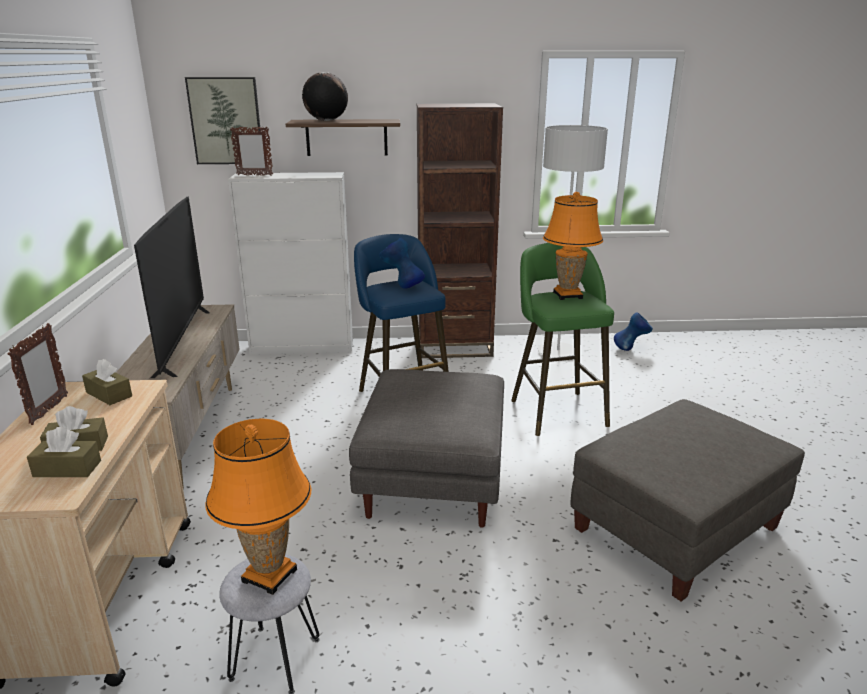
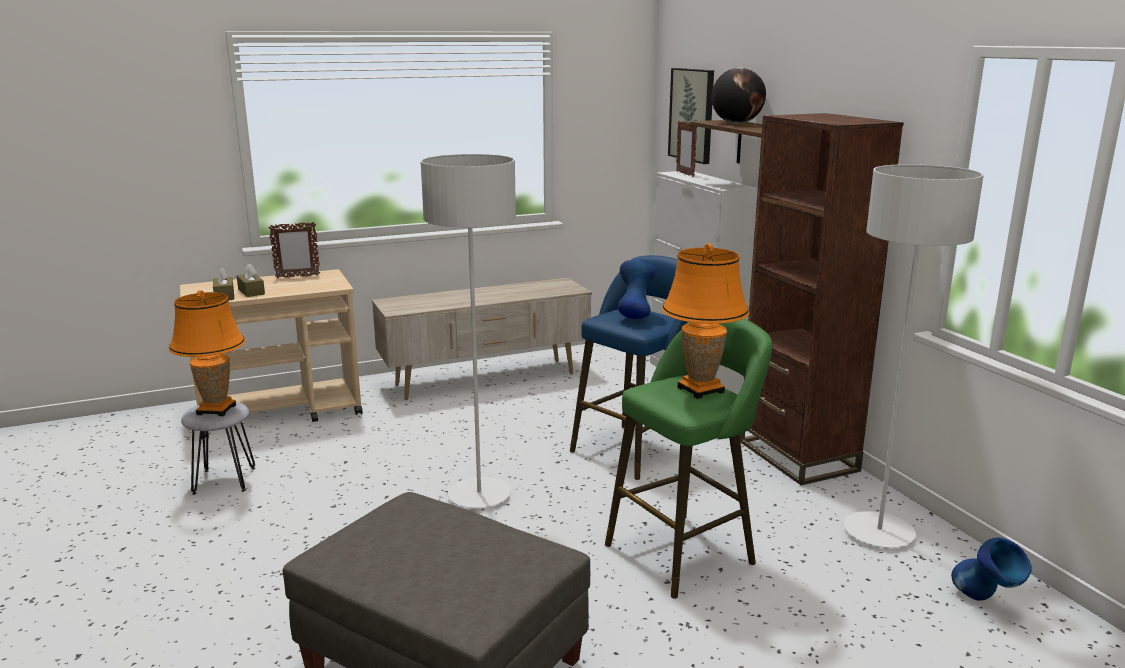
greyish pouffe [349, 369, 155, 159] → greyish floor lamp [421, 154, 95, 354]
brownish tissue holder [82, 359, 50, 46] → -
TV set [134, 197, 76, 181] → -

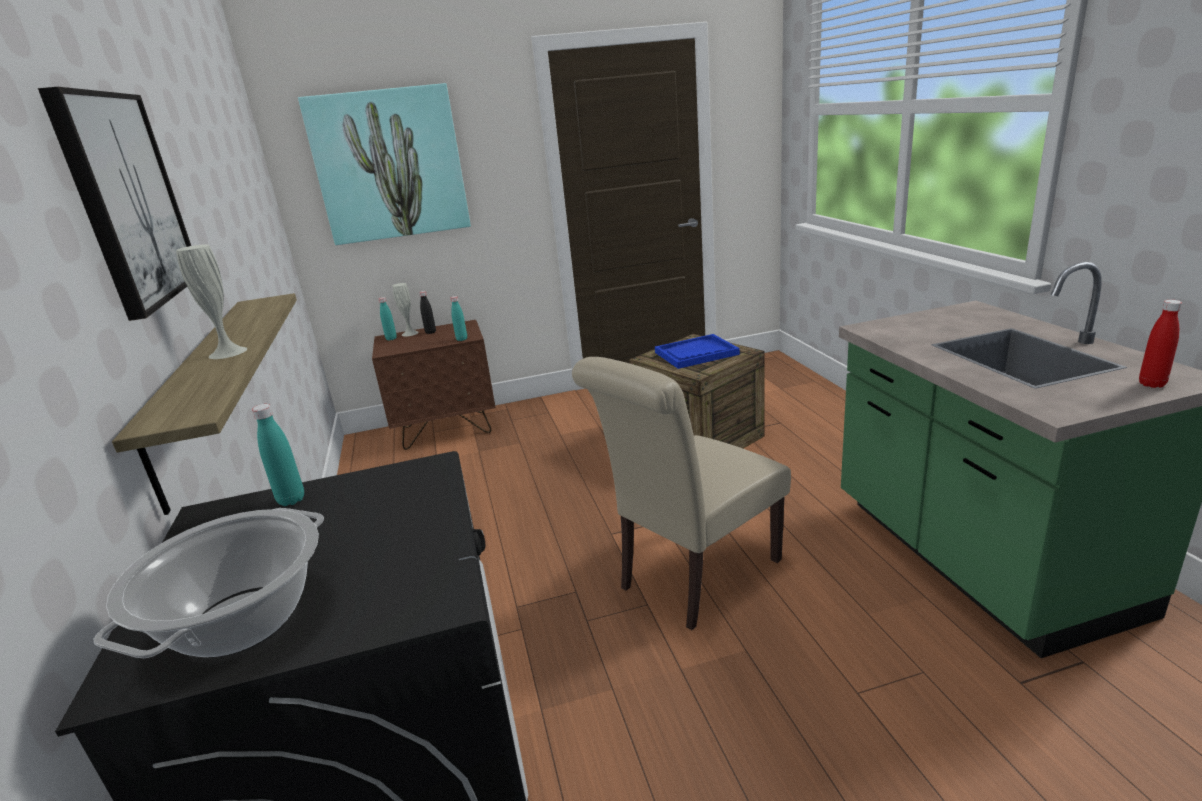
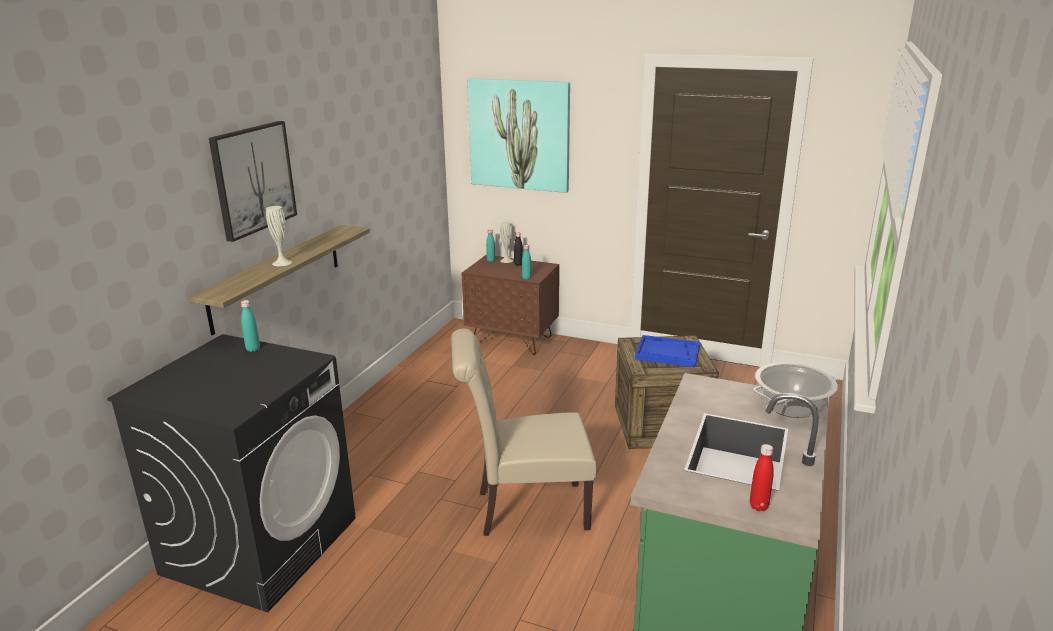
stockpot [94, 508, 230, 150] → stockpot [753, 362, 85, 56], shifted

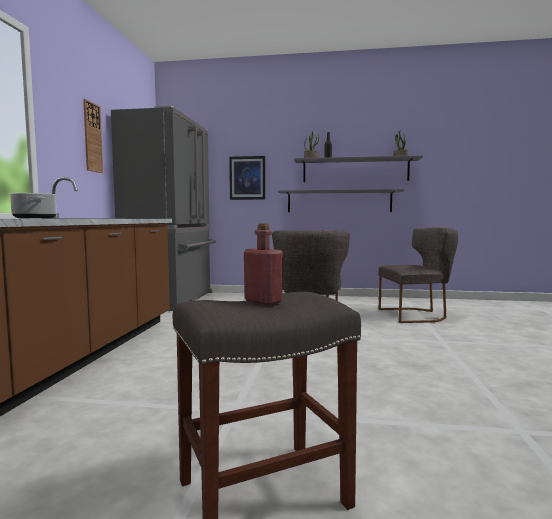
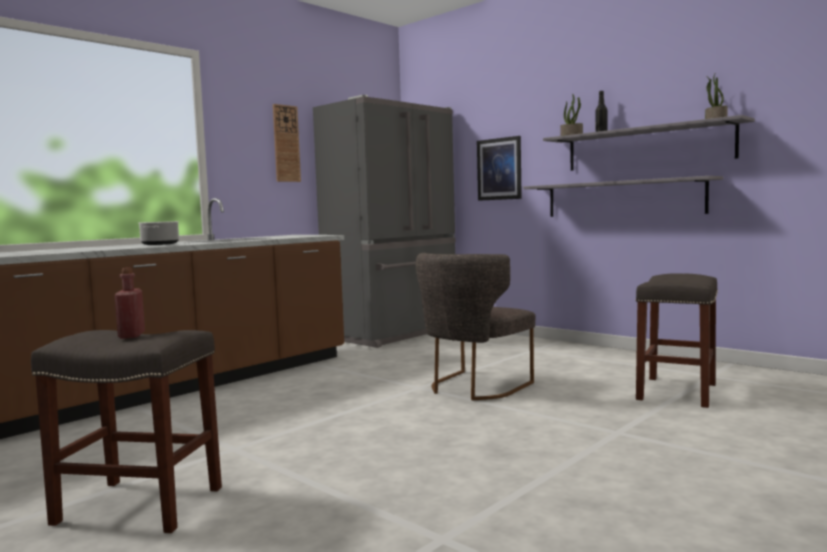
greyish upright chair [378, 228, 80, 95] → greyish sitting stool [635, 273, 83, 135]

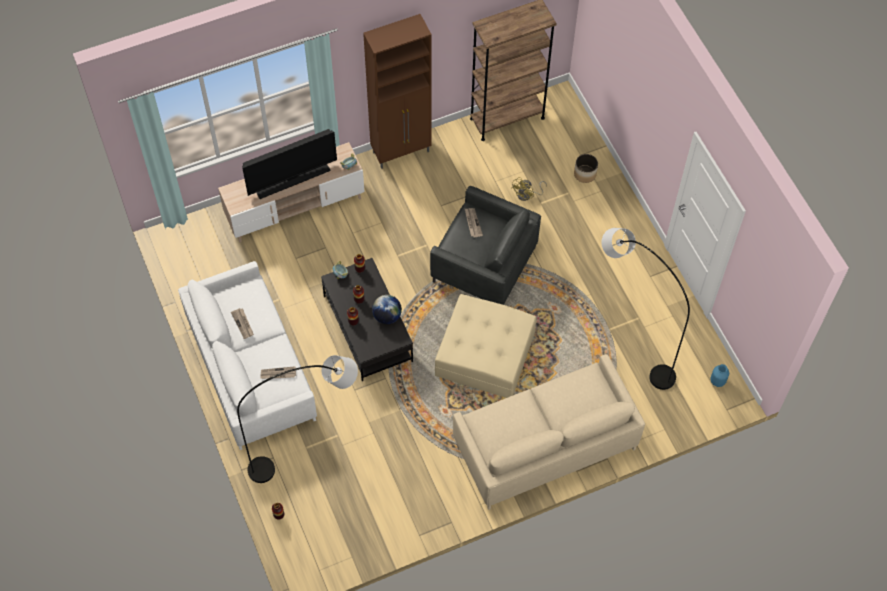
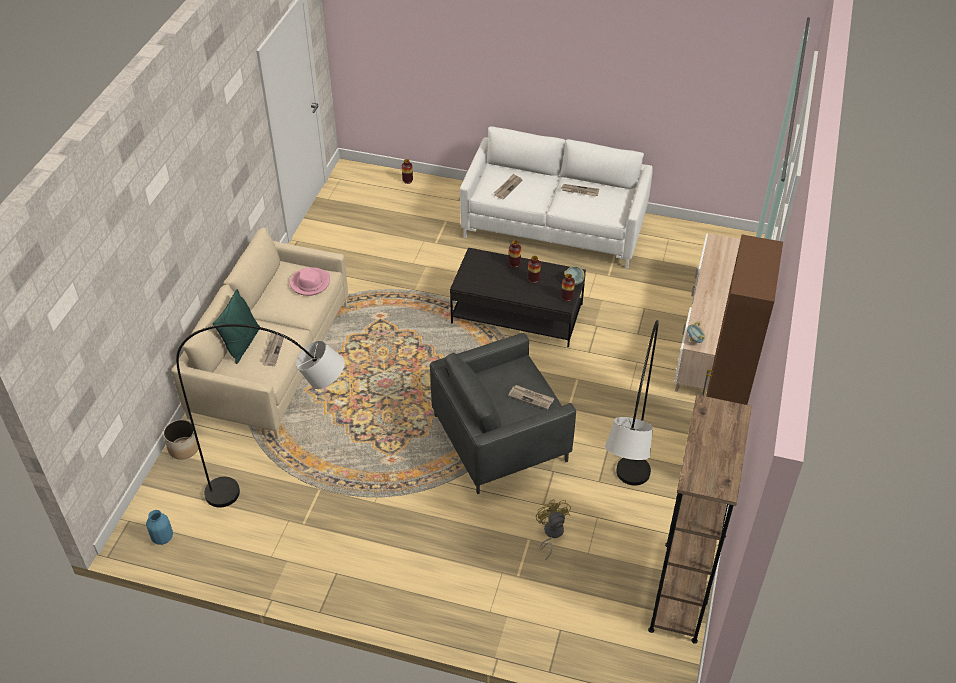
planter [574, 154, 24, 29] → planter [163, 420, 35, 39], shifted
- → greenish throw pillow [212, 289, 48, 75]
- → newspaper [261, 333, 23, 33]
- → pinkish hat [290, 267, 40, 29]
greyish floor lamp [237, 355, 121, 128] → greyish floor lamp [605, 320, 54, 166], shifted
TV set [242, 129, 95, 70] → -
desk globe [372, 295, 30, 29] → -
beige-coloured pouffe [435, 294, 102, 104] → -

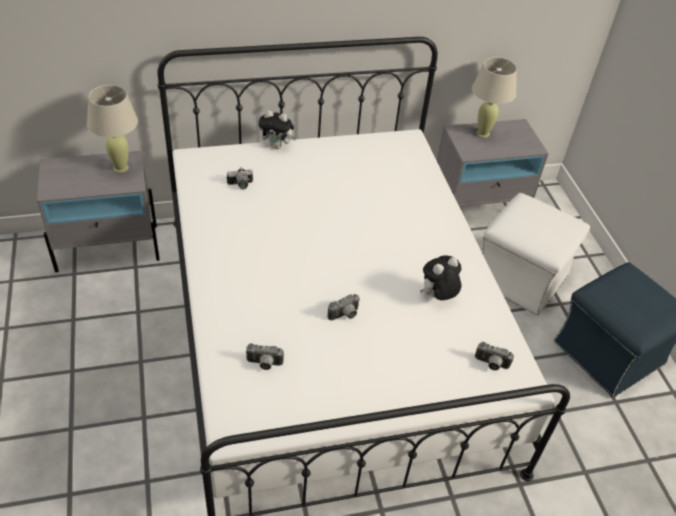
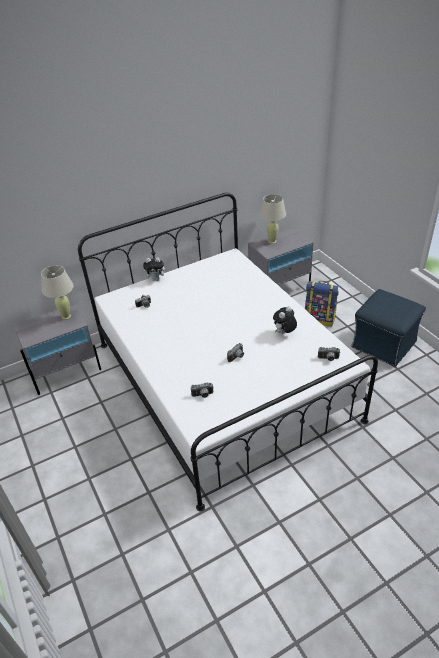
white-coloured pouffe [482, 193, 108, 123] → backpack [305, 281, 33, 45]

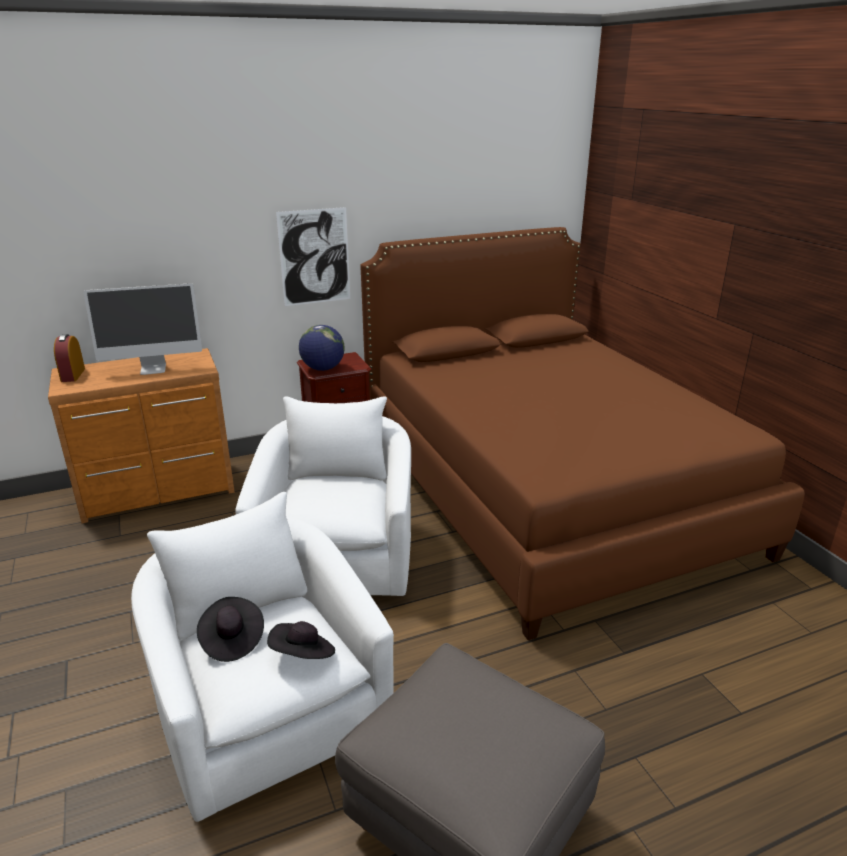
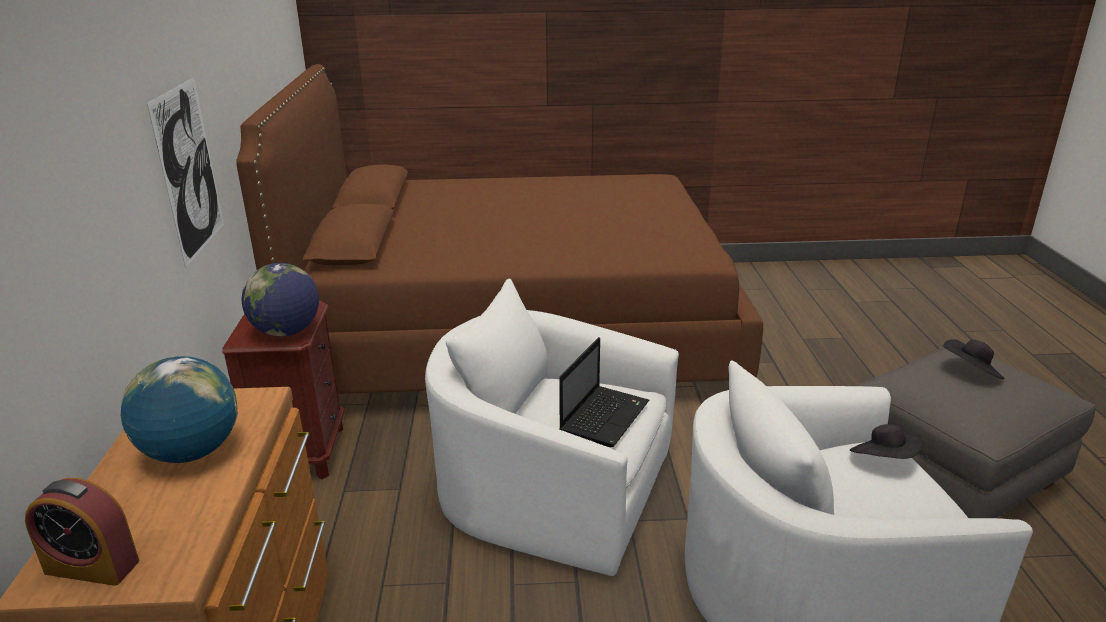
monitor [83, 283, 119, 92] → desk globe [121, 356, 117, 107]
- → notebook computer [559, 337, 90, 110]
blackish hat [197, 597, 67, 65] → blackish hat [943, 339, 62, 40], shifted

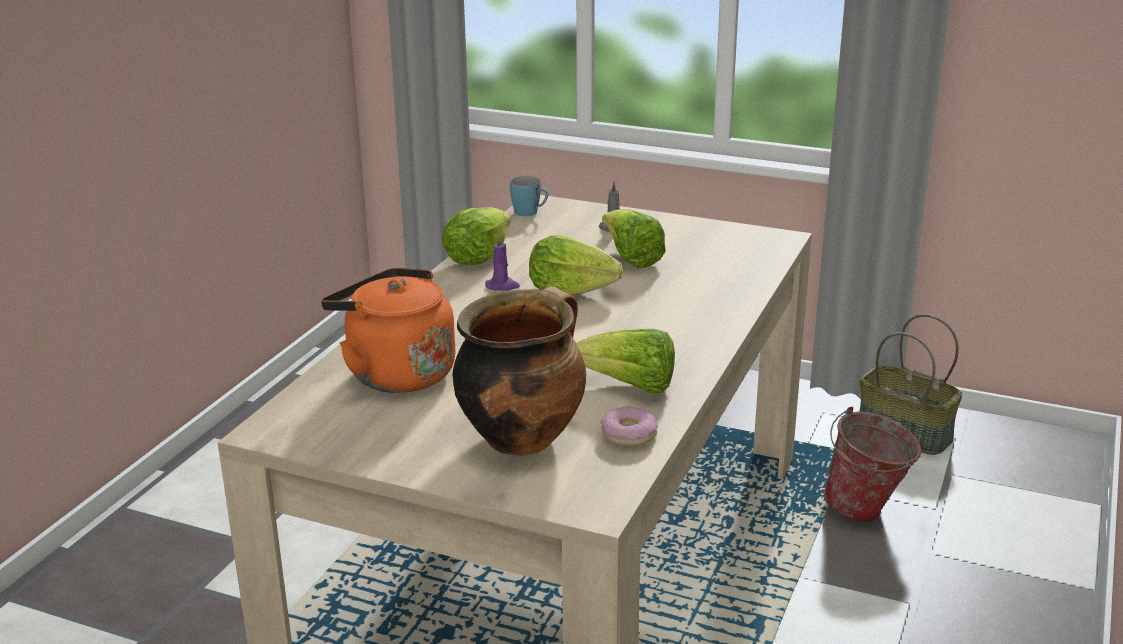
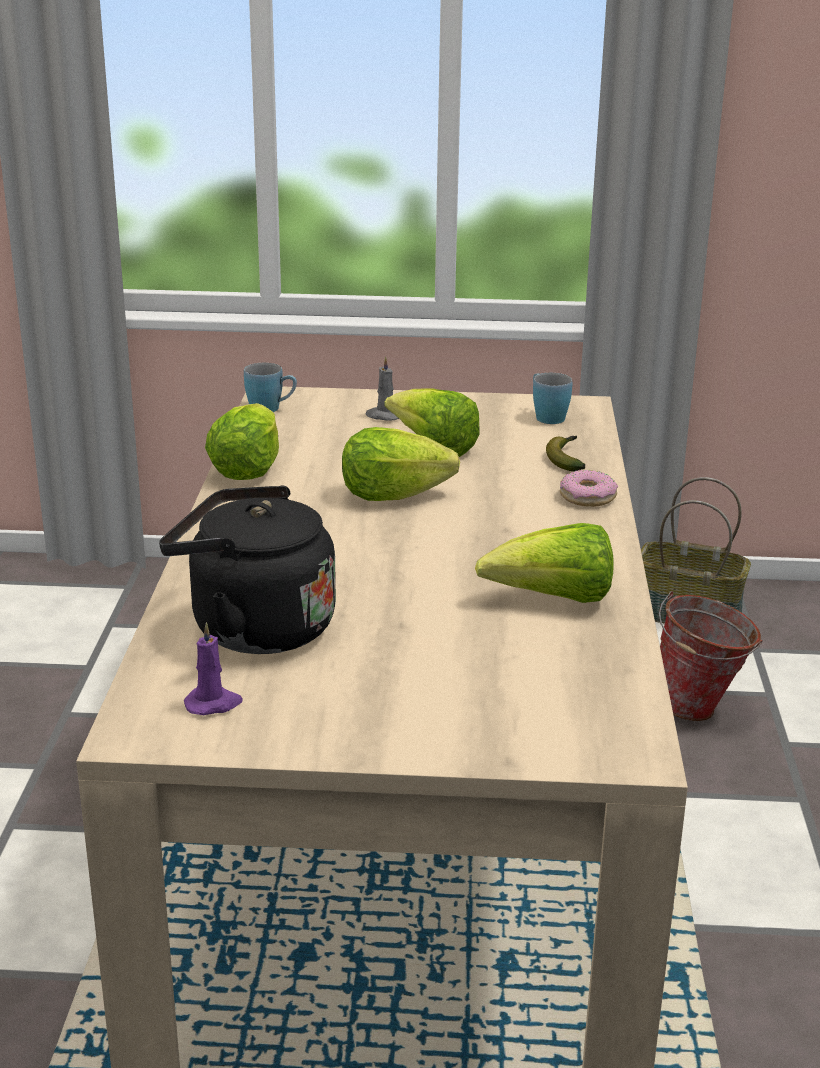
orange-coloured water kettle [321, 268, 134, 125] → blackish water kettle [159, 485, 177, 169]
purple wax light [485, 234, 35, 57] → purple wax light [184, 622, 59, 93], shifted
- → blue tea mug [533, 373, 39, 51]
- → banana [546, 436, 39, 35]
doughnut [601, 406, 57, 41] → doughnut [560, 470, 58, 37], shifted
stockpot [452, 286, 134, 170] → -

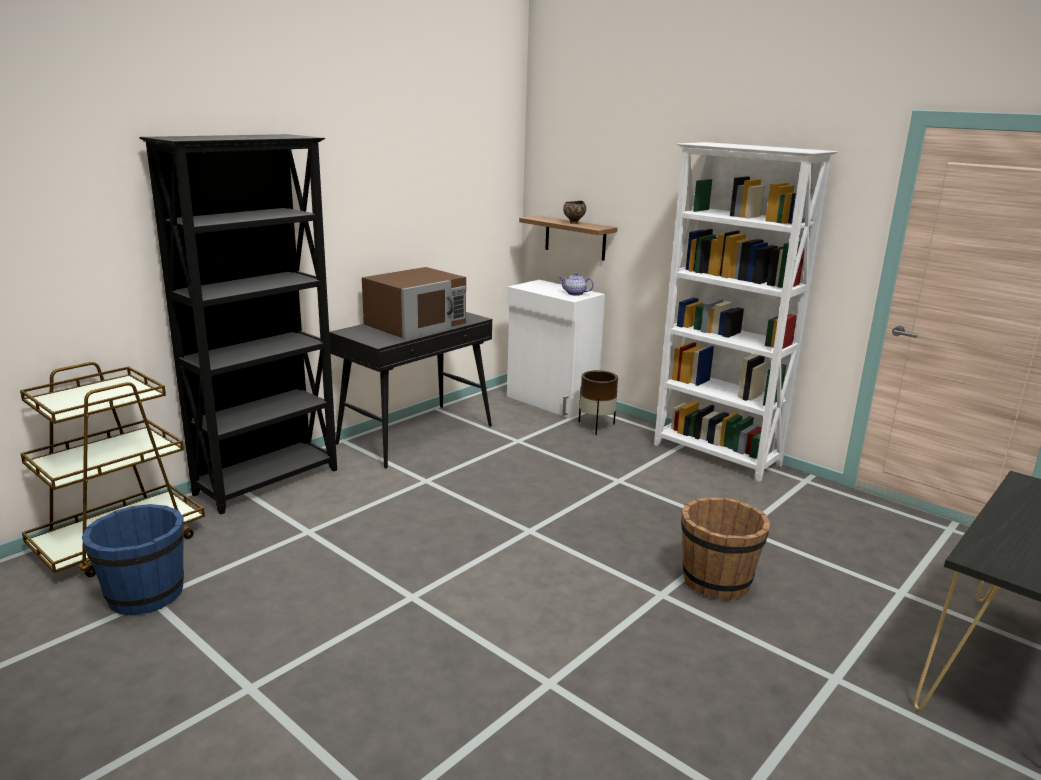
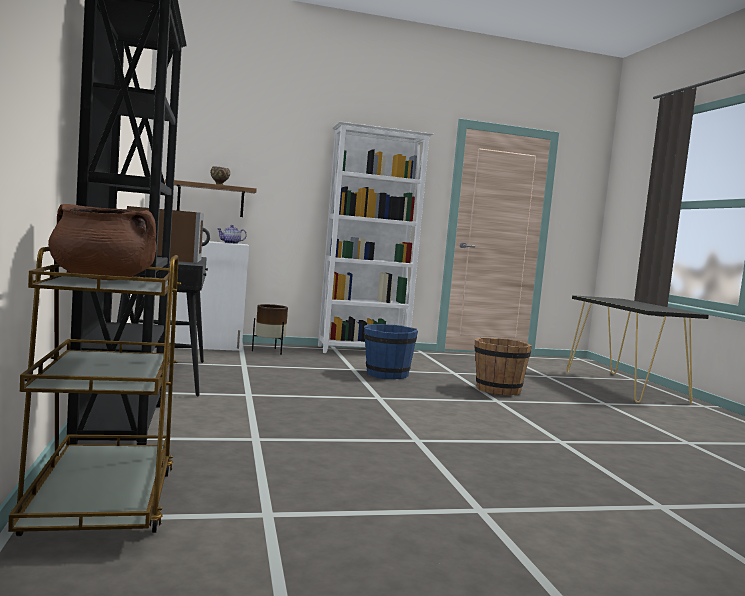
- → brownish stockpot [48, 204, 109, 76]
blue water bucket [82, 504, 103, 112] → blue water bucket [364, 324, 54, 55], shifted

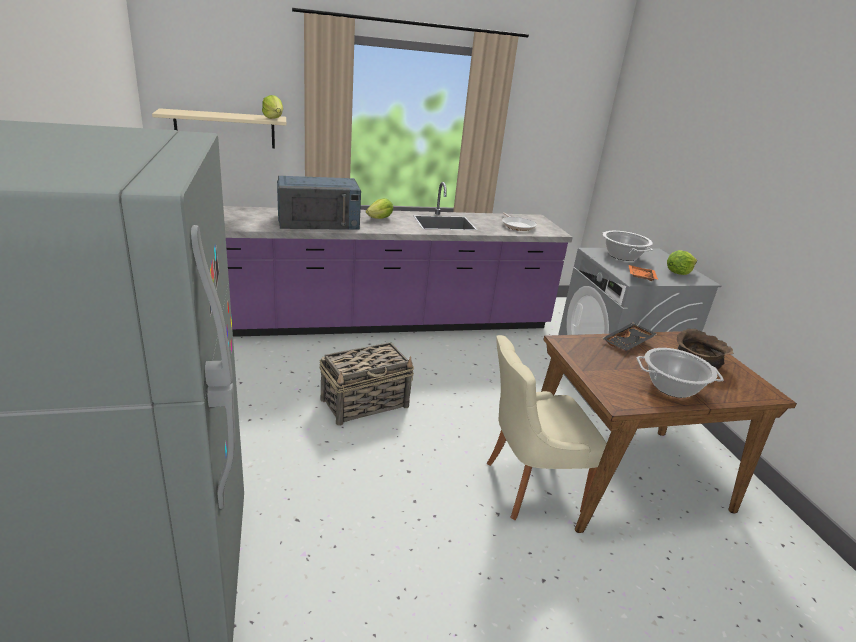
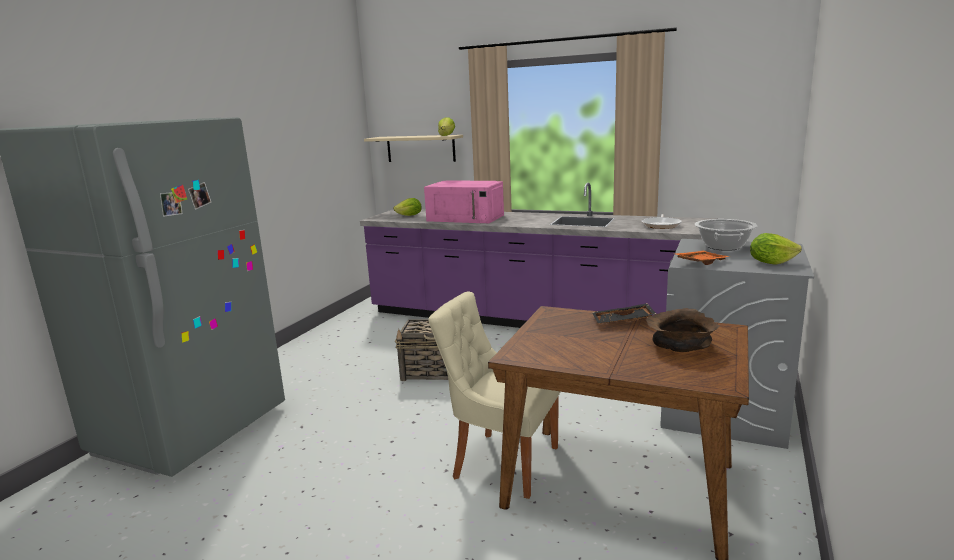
head of lettuce [366, 198, 27, 21] → head of lettuce [393, 198, 29, 18], shifted
blue kitchen microwave [277, 176, 84, 54] → pinkish kitchen microwave [424, 180, 80, 43]
stockpot [637, 348, 87, 50] → -

